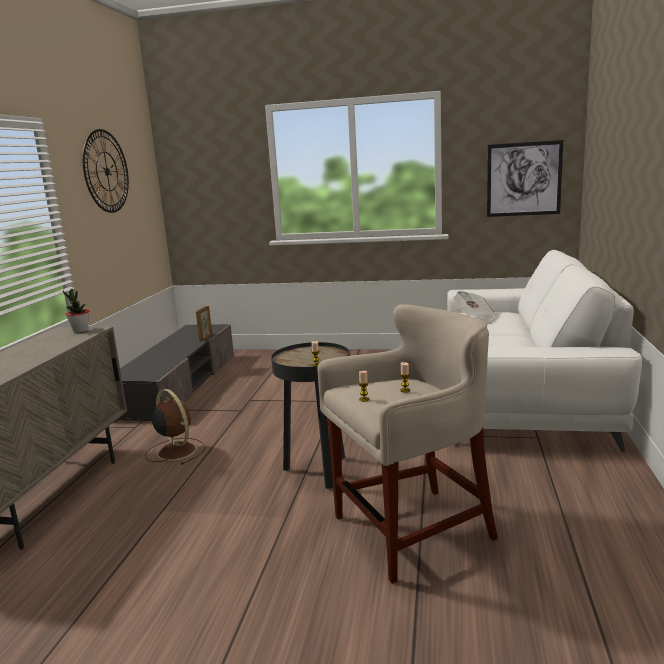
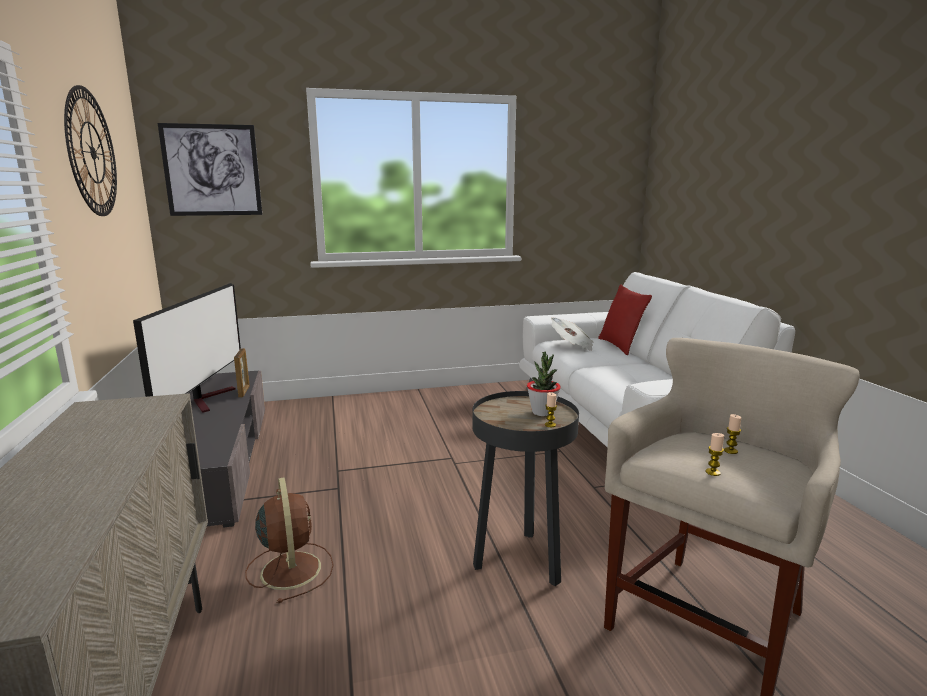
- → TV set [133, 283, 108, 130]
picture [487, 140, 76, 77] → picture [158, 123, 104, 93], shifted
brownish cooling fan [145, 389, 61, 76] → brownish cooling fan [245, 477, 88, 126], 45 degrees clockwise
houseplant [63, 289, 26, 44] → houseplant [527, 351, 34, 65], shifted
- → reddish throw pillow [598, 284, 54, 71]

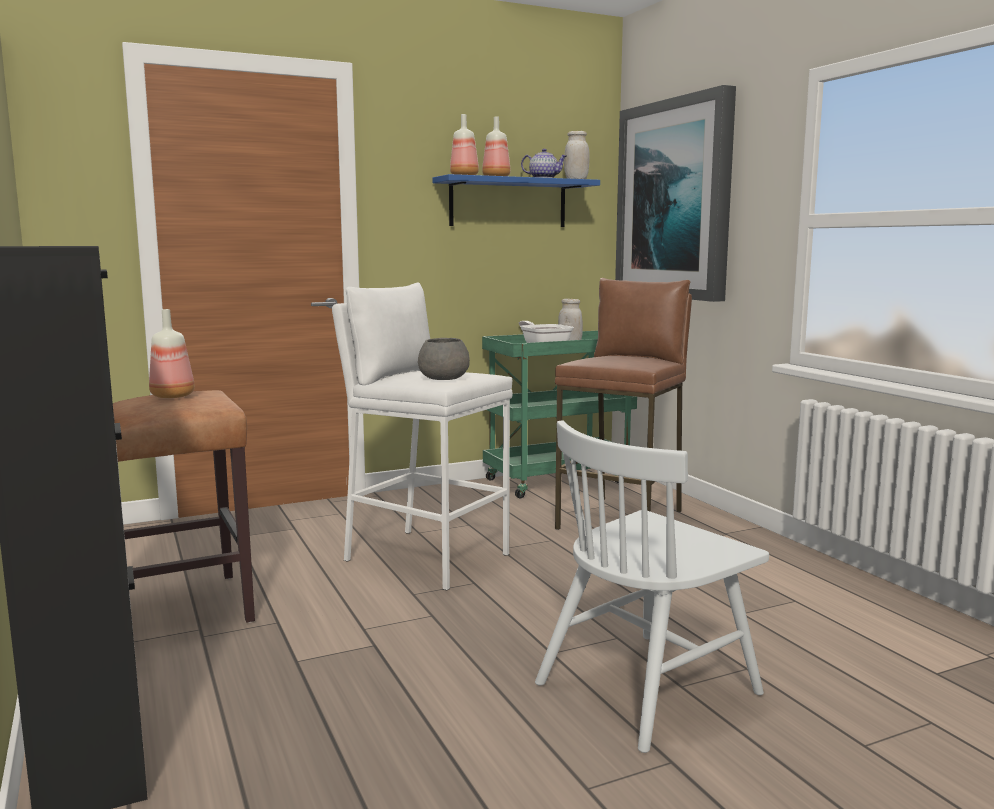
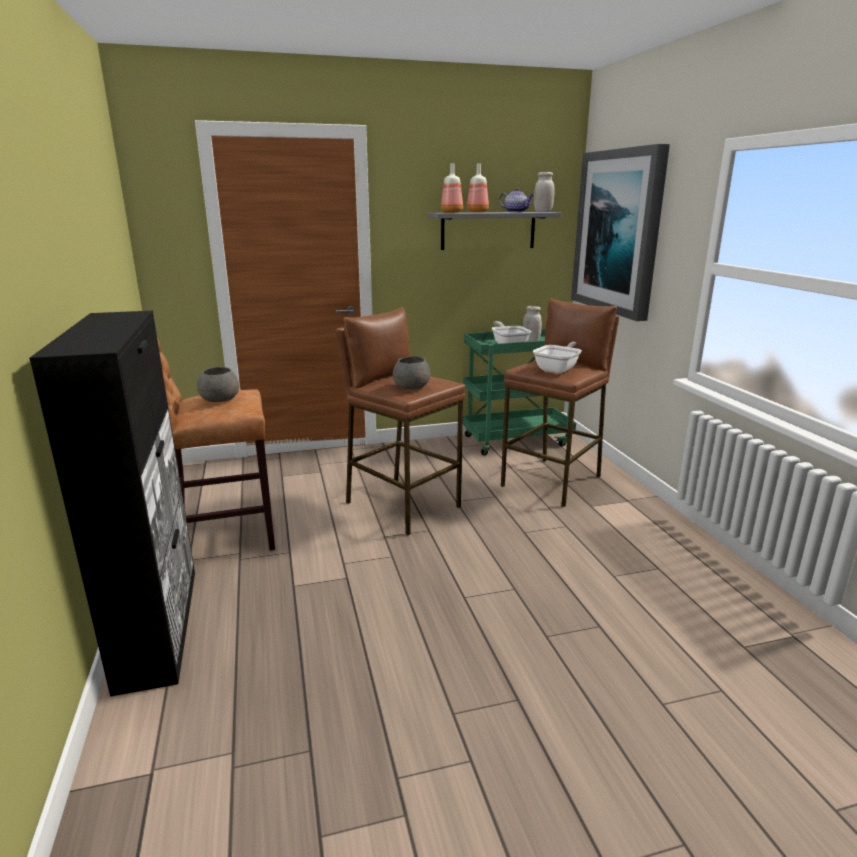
bottle [149, 309, 46, 89] → greyish bowl [197, 367, 42, 35]
white-coloured sitting stool [332, 282, 181, 308] → brownish sitting stool [335, 307, 130, 228]
blue bracket shelf [432, 174, 168, 53] → greyish bracket shelf [428, 212, 133, 38]
- → pan [533, 342, 49, 32]
white-coloured upright chair [535, 420, 234, 333] → -

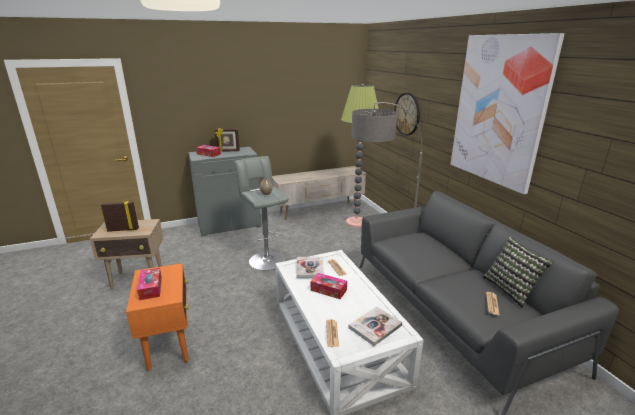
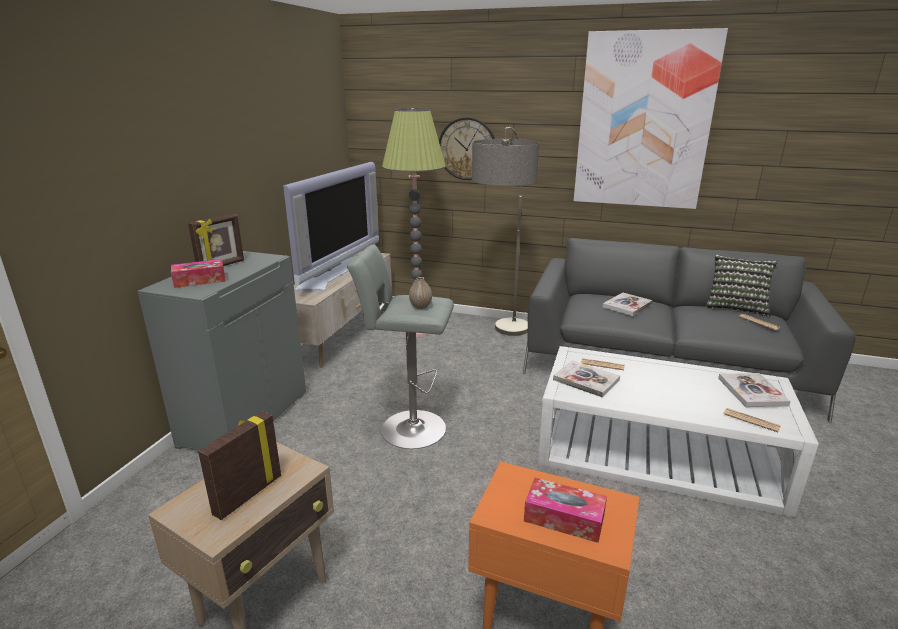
- → TV set [283, 162, 96, 129]
- → bound book [603, 293, 49, 23]
tissue holder [311, 273, 36, 26] → -

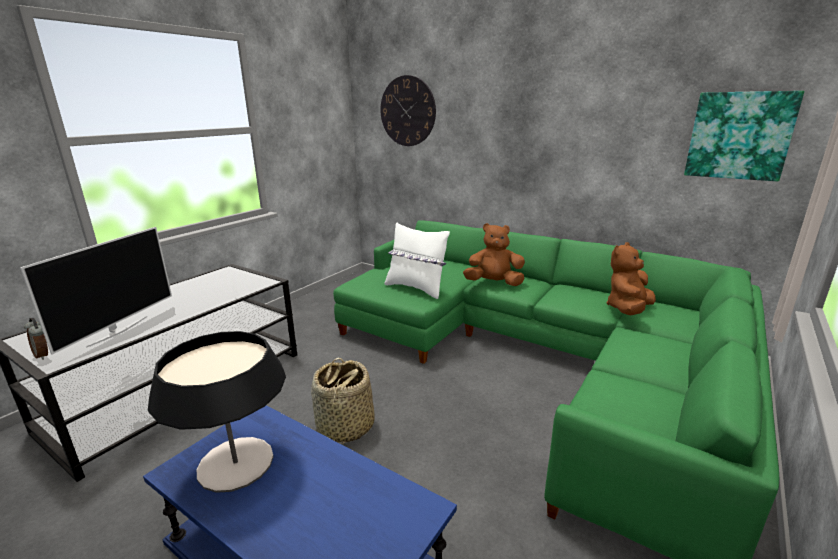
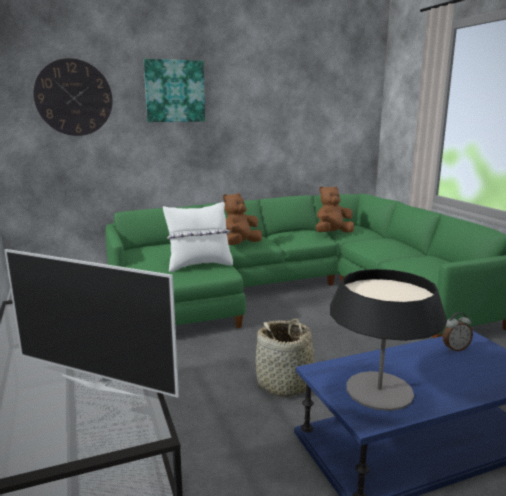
TV set [20, 227, 152, 128] → TV set [4, 249, 175, 149], 150 degrees clockwise
picture [684, 91, 120, 90] → picture [144, 59, 61, 63], shifted
brownish plush toy [607, 242, 49, 73] → brownish plush toy [316, 186, 38, 47], 75 degrees clockwise
bedside clock [24, 318, 24, 42] → bedside clock [443, 312, 30, 39], shifted

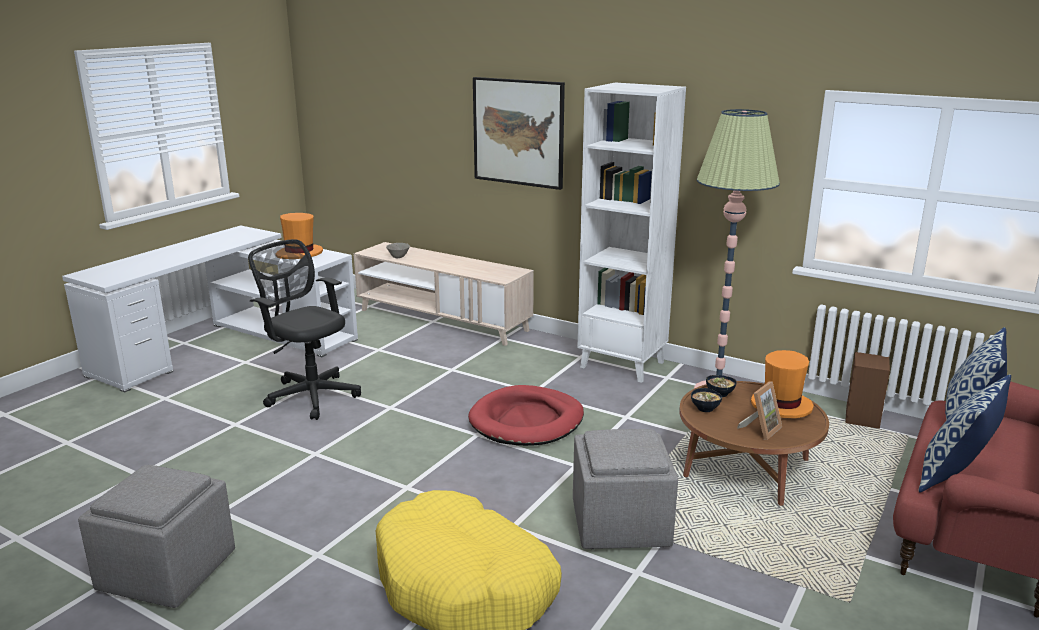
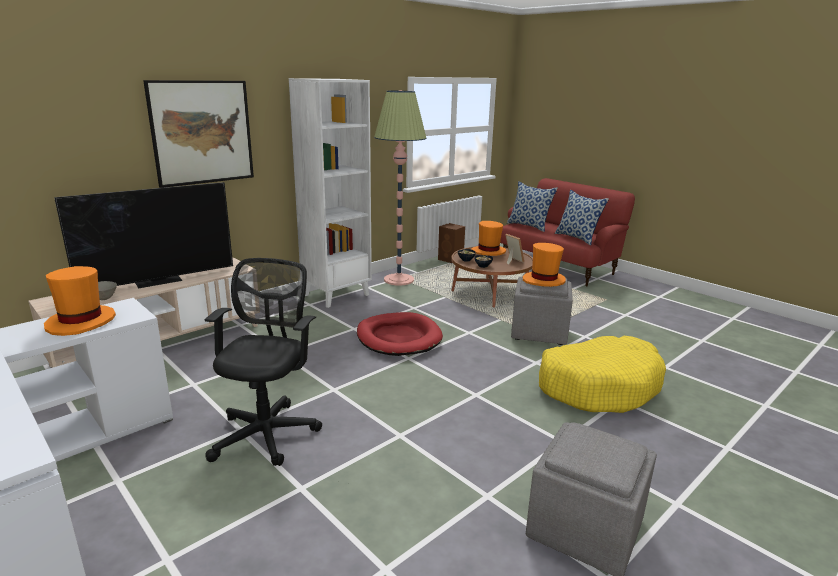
- → TV set [54, 182, 179, 107]
blackish computer chair [248, 239, 113, 181] → blackish computer chair [204, 258, 118, 208], 135 degrees clockwise
- → orange-coloured hat [523, 243, 43, 44]

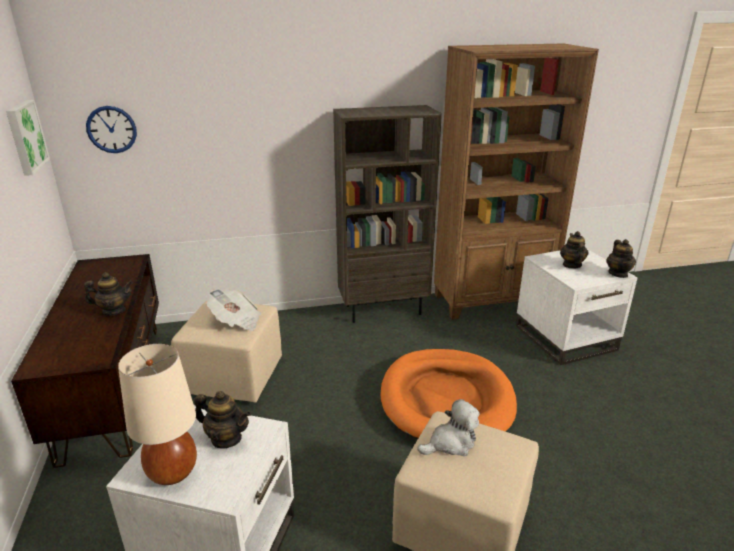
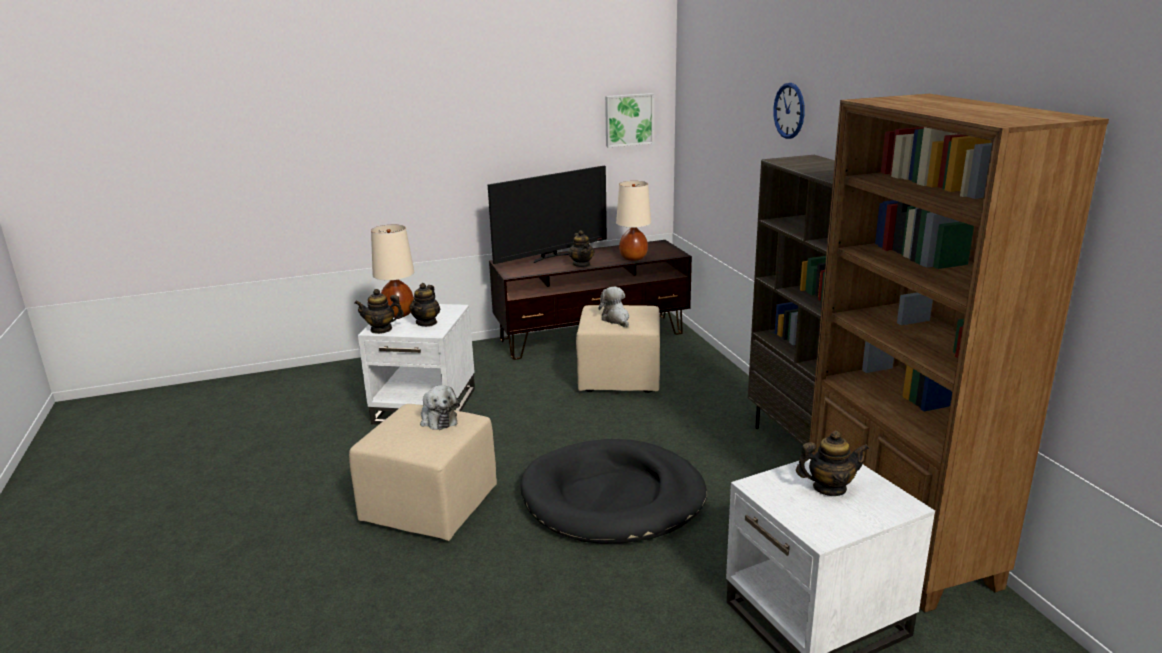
pot for tea [606, 239, 30, 39] → pot for tea [355, 289, 49, 45], shifted
- → TV set [488, 166, 119, 98]
orange-coloured pet bed [381, 349, 136, 91] → blackish pet bed [521, 439, 186, 105]
newspaper [207, 289, 54, 42] → plush toy [598, 287, 31, 40]
- → beige-coloured table lamp [616, 181, 35, 80]
wall clock [86, 106, 51, 47] → wall clock [773, 83, 32, 56], shifted

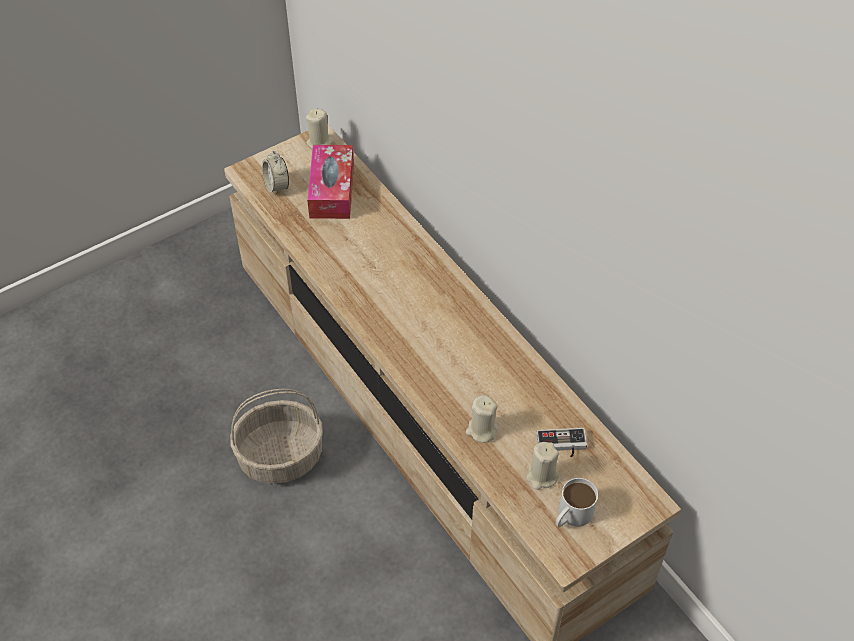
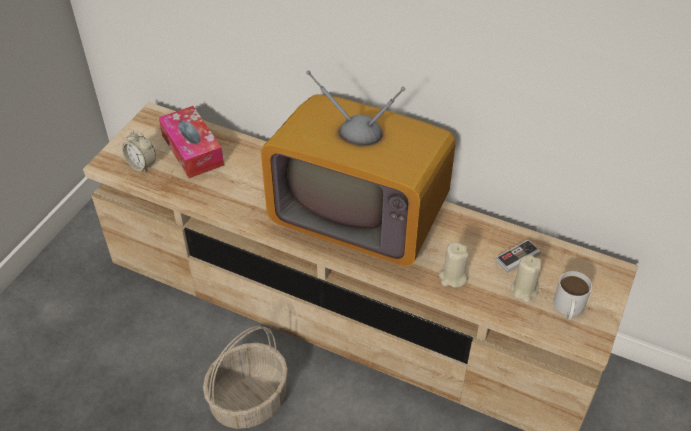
- → TV set [261, 70, 195, 196]
beige-coloured wax light [306, 109, 28, 40] → -

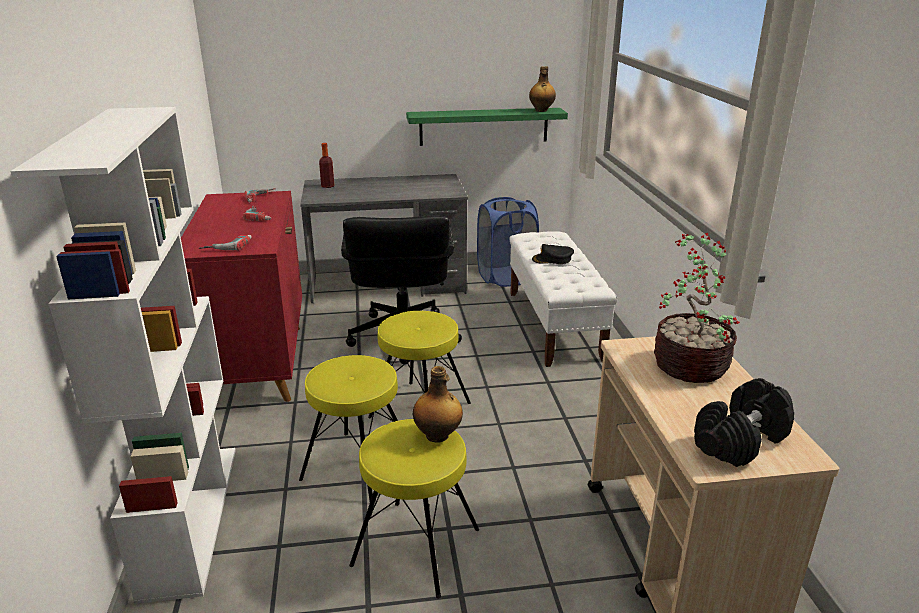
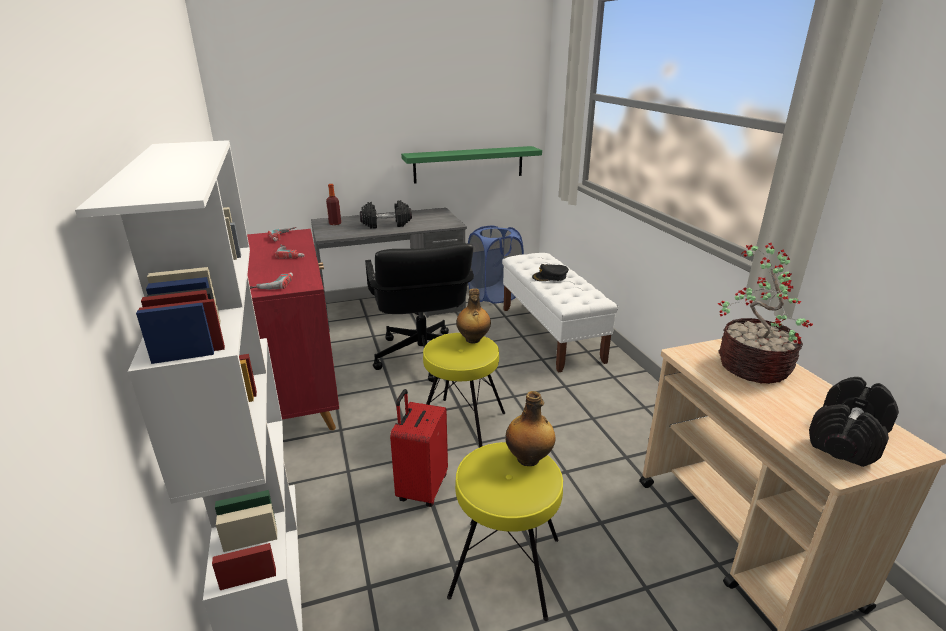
- → blackish hand weight [360, 200, 52, 29]
yellow-coloured sitting stool [299, 355, 99, 147] → reddish travel case [390, 389, 58, 118]
bottle [529, 66, 27, 46] → bottle [456, 289, 35, 55], shifted

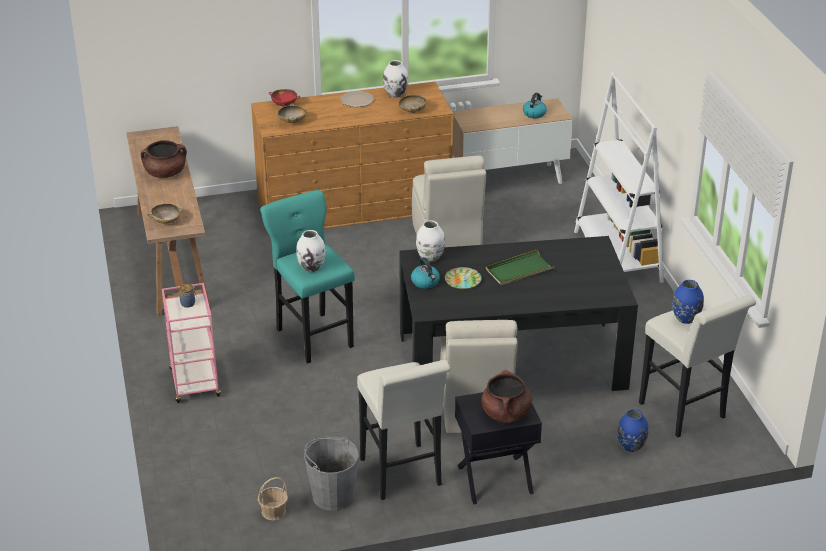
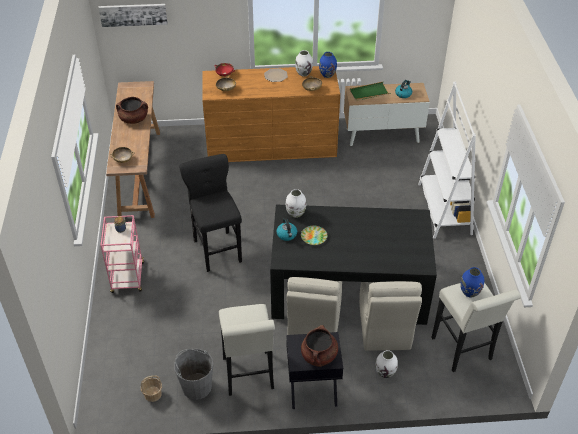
- → picture [98, 4, 70, 23]
turquoise-coloured sitting stool [260, 190, 95, 174] → blackish sitting stool [179, 154, 63, 118]
blue decorative vase [618, 409, 30, 43] → blue decorative vase [319, 52, 18, 26], shifted
greenish carrying tray [486, 249, 69, 36] → greenish carrying tray [350, 82, 40, 19], shifted
beige-coloured upright chair [412, 156, 74, 91] → beige-coloured upright chair [359, 281, 63, 70], shifted
white-coloured decorative vase [296, 230, 30, 42] → white-coloured decorative vase [375, 350, 23, 28], shifted

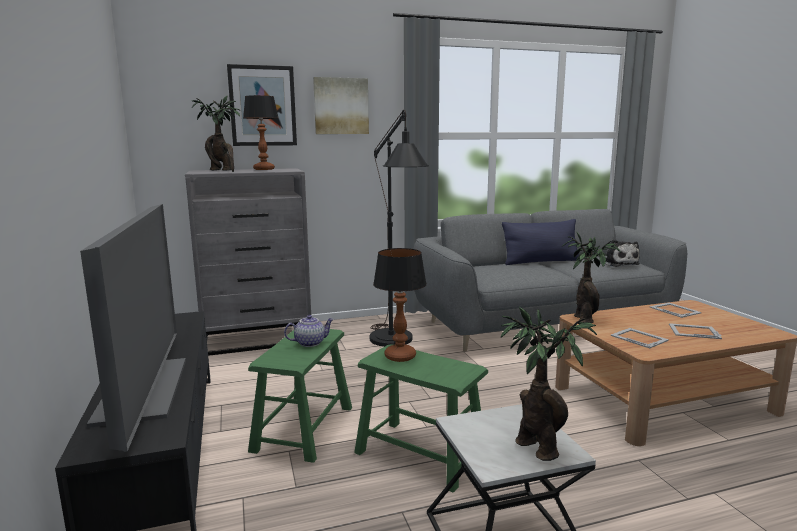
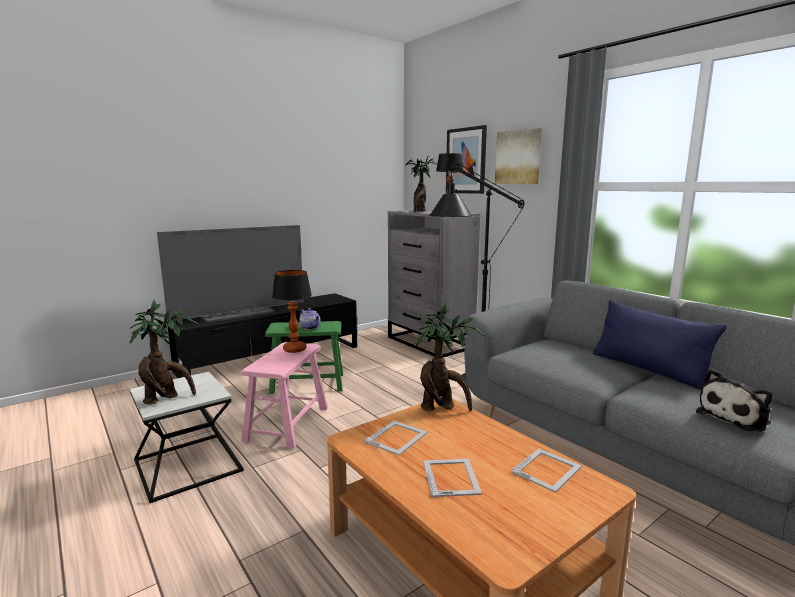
greenish sitting stool [354, 344, 134, 148] → pinkish sitting stool [241, 342, 87, 107]

